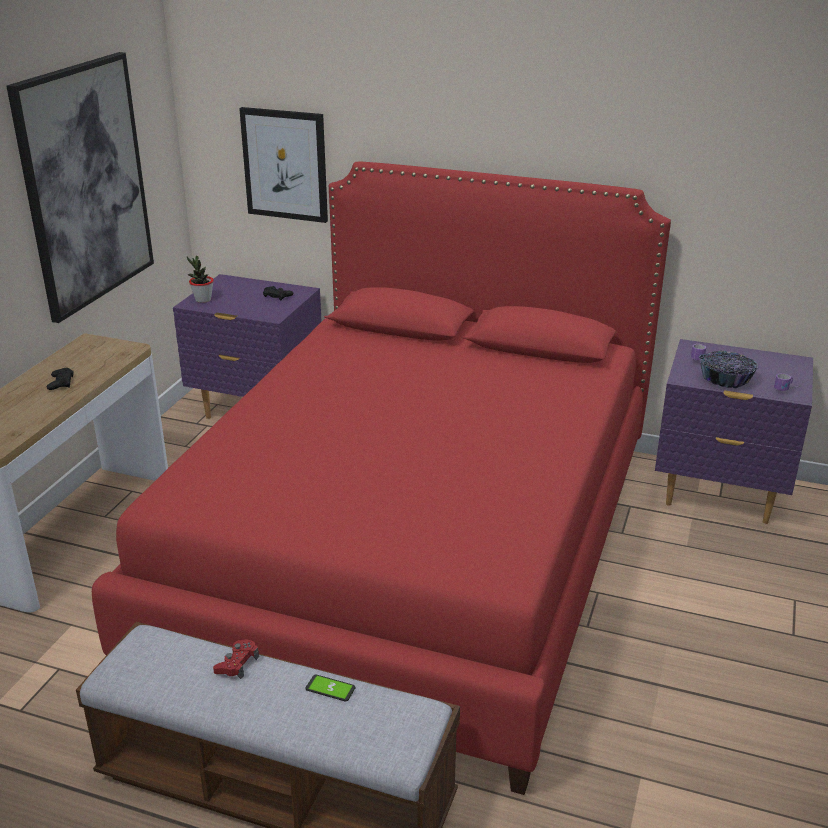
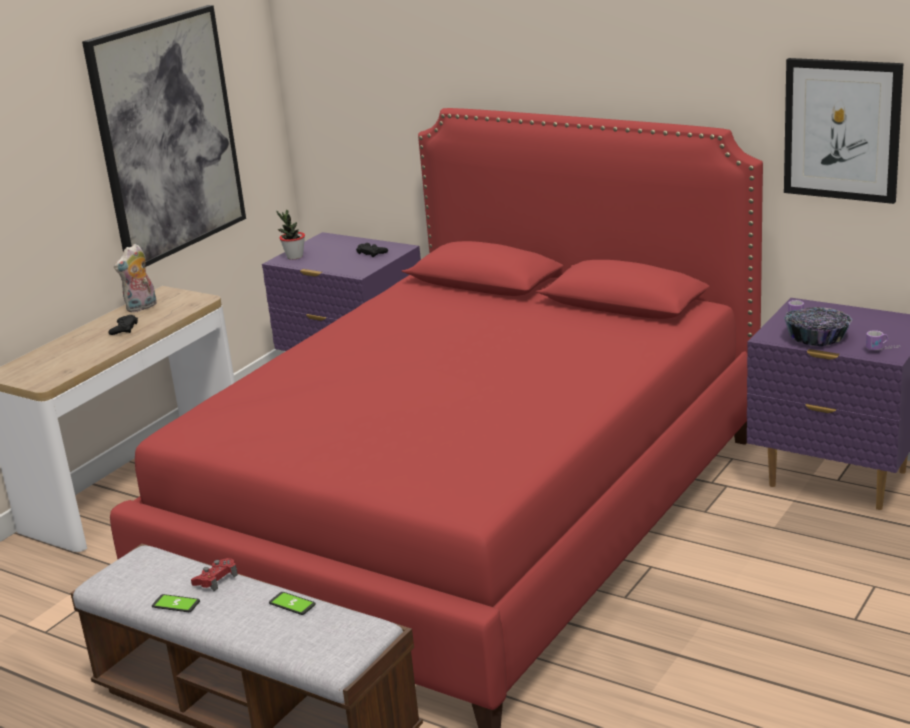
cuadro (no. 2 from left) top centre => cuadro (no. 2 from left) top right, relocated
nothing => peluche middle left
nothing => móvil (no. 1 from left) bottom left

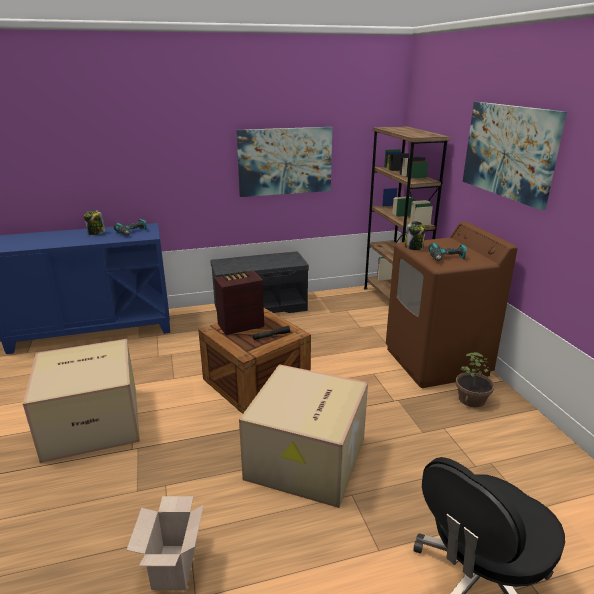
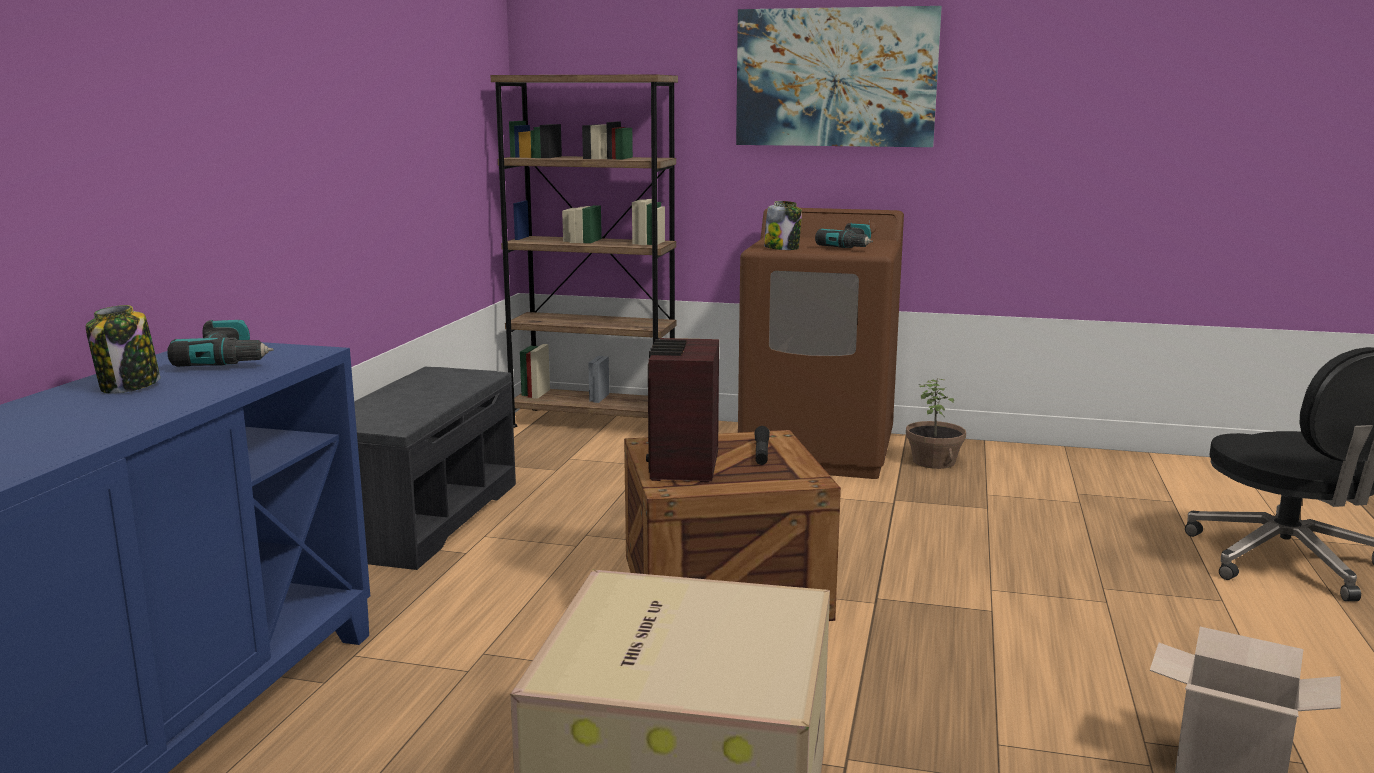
cuadro (no. 1 from left) top centre => nothing
caja de cartón (no. 3 from left) bottom centre => nothing

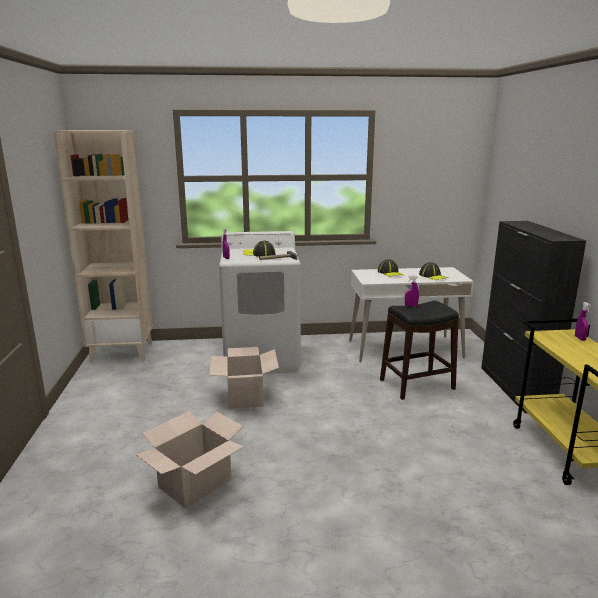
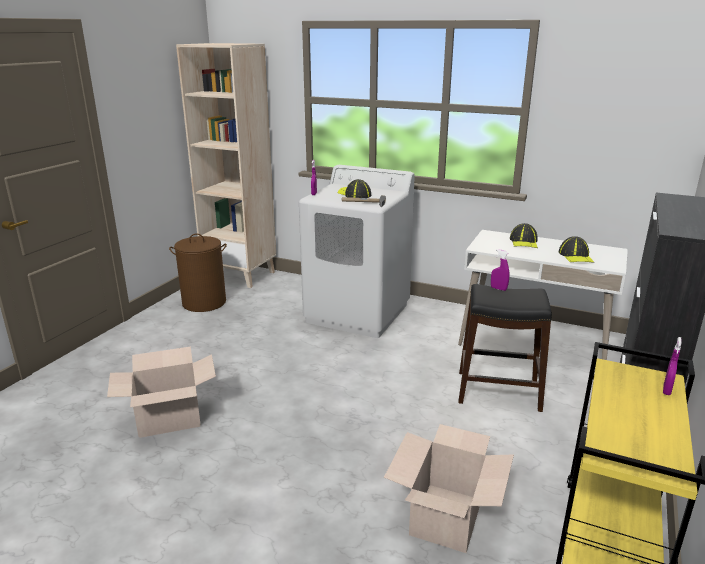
caja de cartón (no. 2 from left) centre => caja de cartón (no. 2 from left) bottom centre, relocated
nothing => cesto de la ropa/marrón middle left

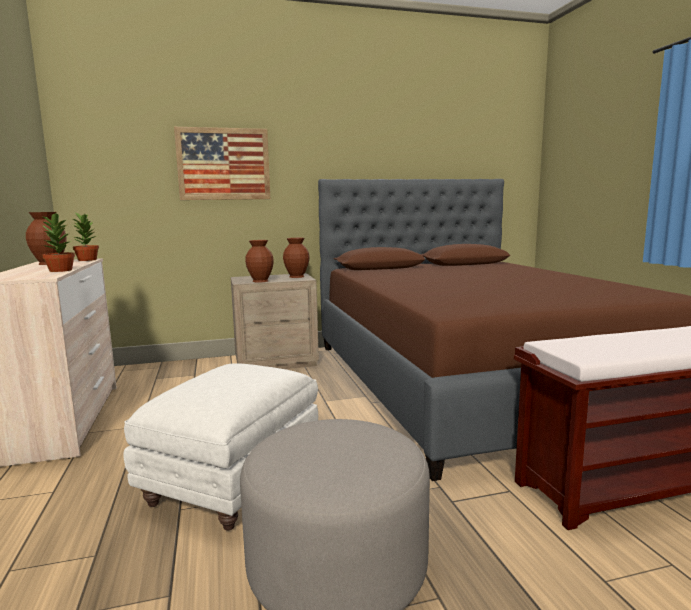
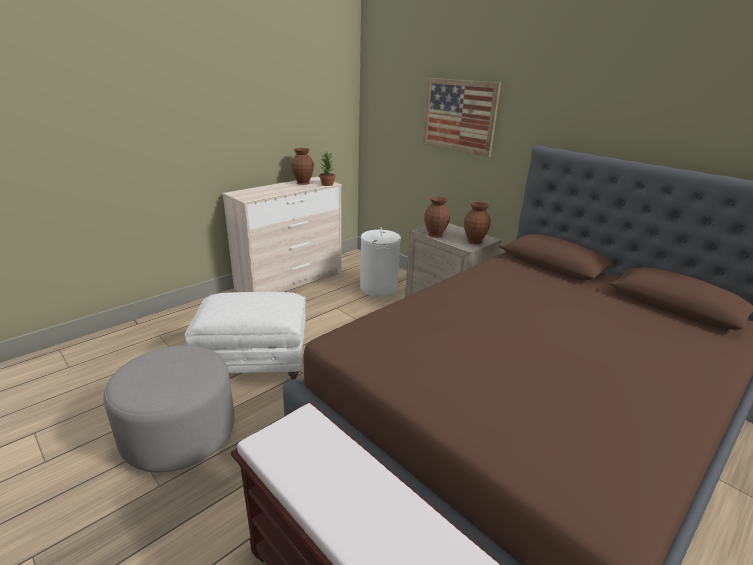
planta en maceta (no. 1 from left) middle left => nothing
nothing => cesto de la ropa/blanco centre

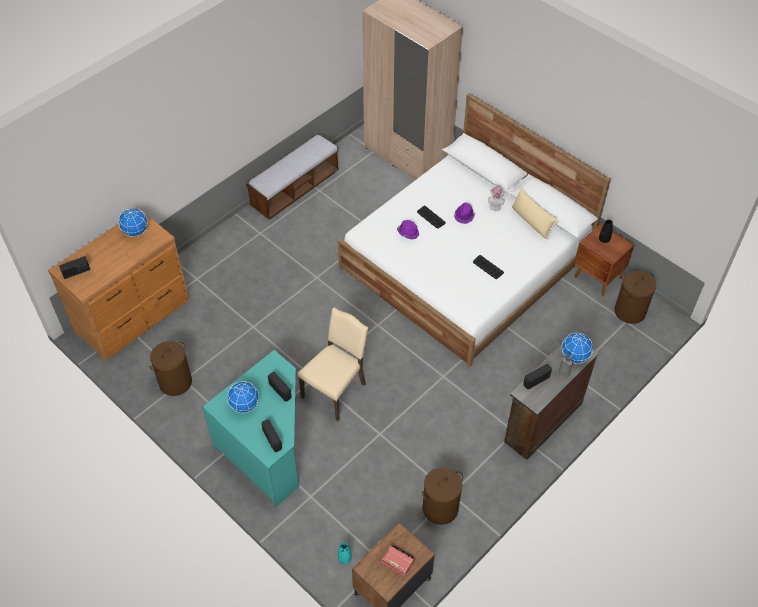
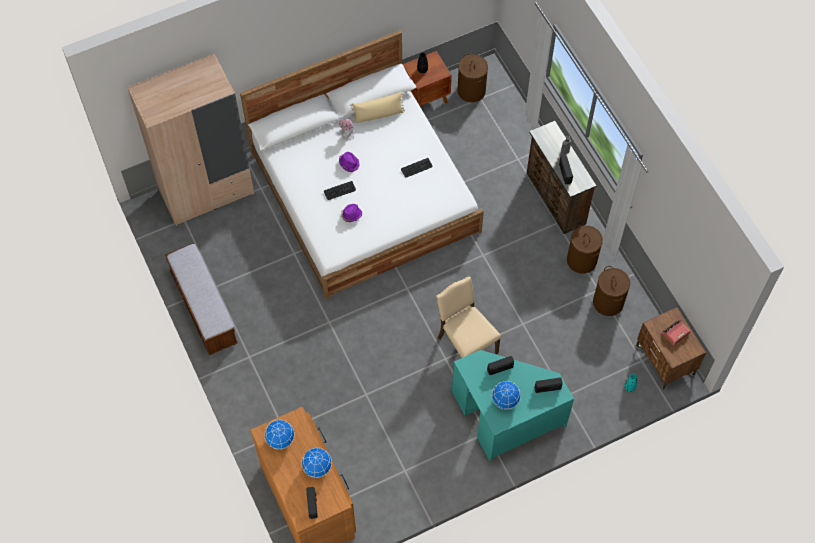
cesto de la ropa/marrón (no. 1 from left in the first image) middle left => cesto de la ropa/marrón (no. 2 from left) middle right, relocated
globo terráqueo (no. 3 from left in the first image) middle right => globo terráqueo (no. 2 from left) bottom centre, relocated

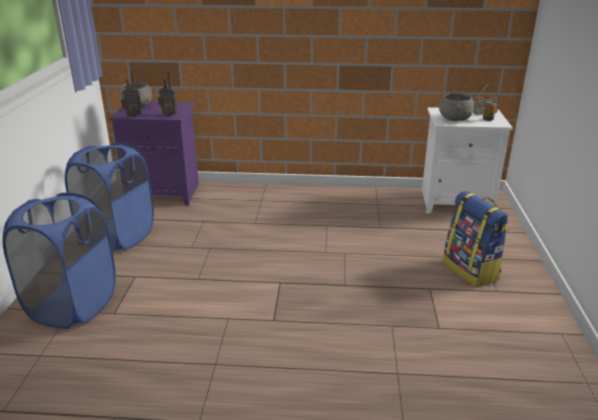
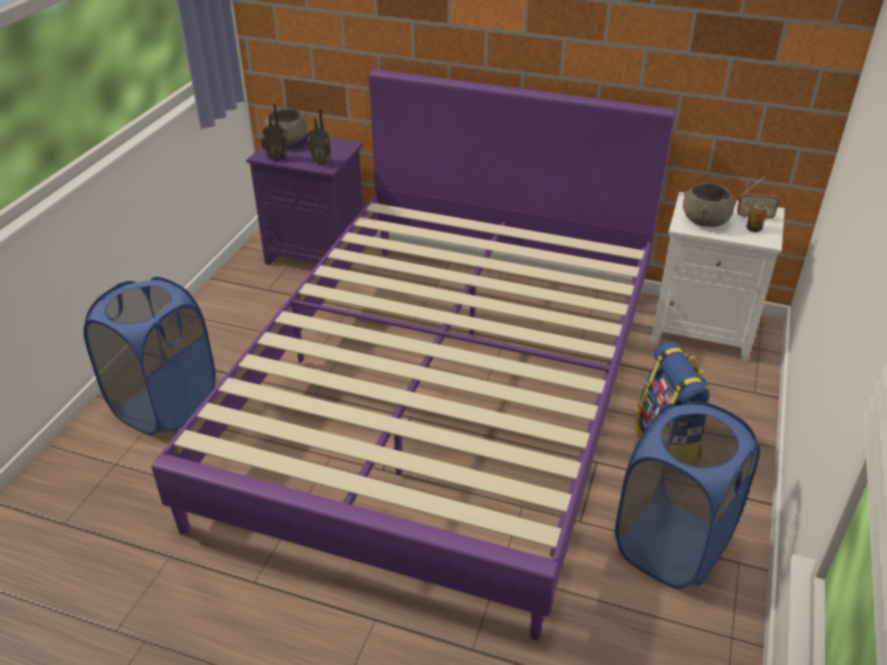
cesto de la ropa/azul (no. 2 from left) middle left => cesto de la ropa/azul (no. 2 from left) bottom right, relocated
nothing => cama/morado centre

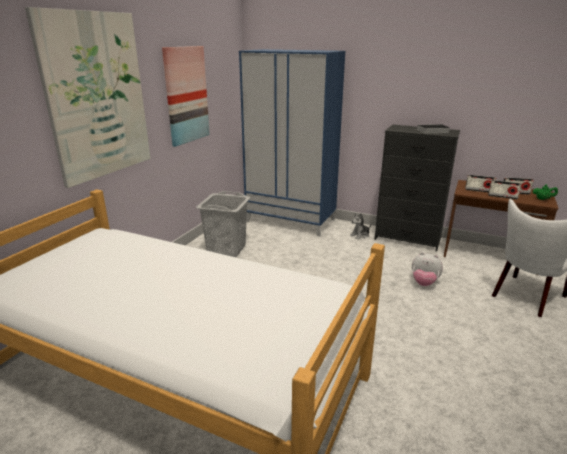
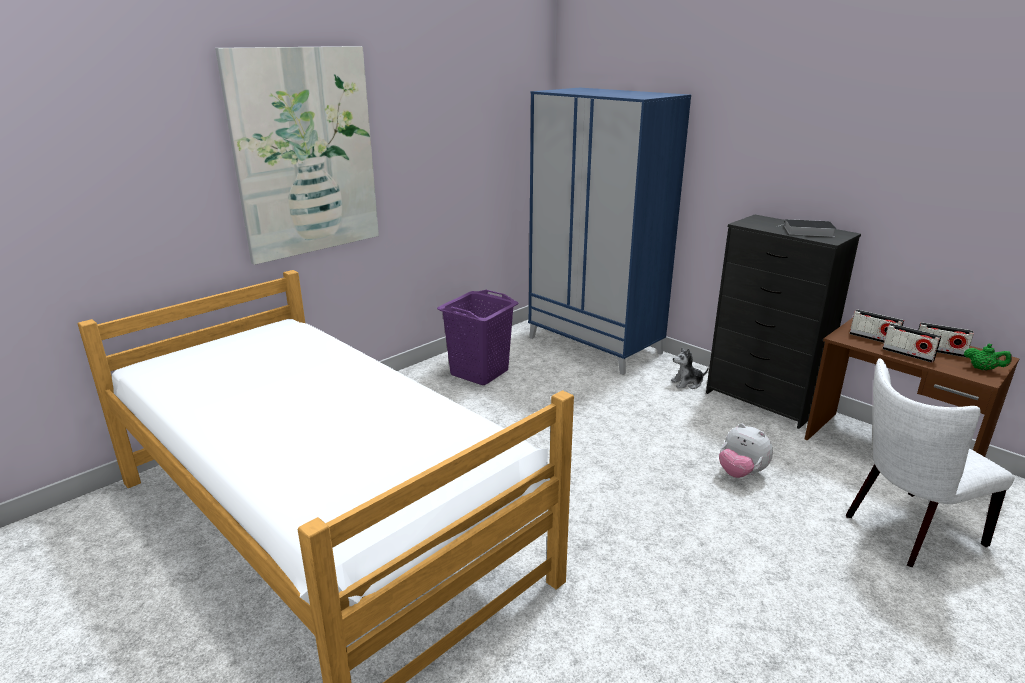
cuadro (no. 2 from left) top left => nothing
cesto de la ropa/gris centre => cesto de la ropa/morado centre

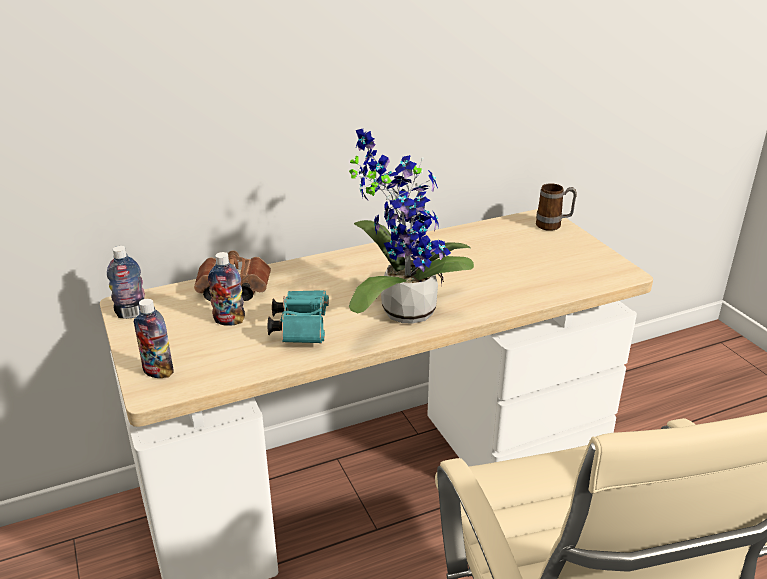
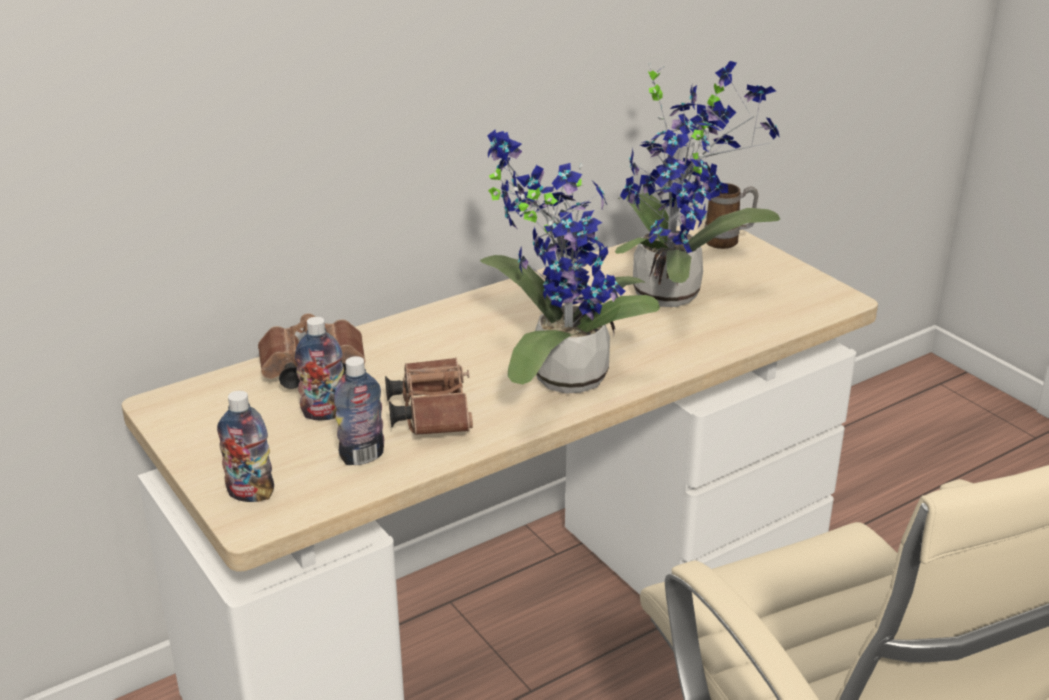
botella (no. 1 from left in the first image) middle left => botella (no. 3 from left) centre, relocated
prismáticos/turquesa centre => prismáticos/marrón (no. 2 from left) centre
nothing => planta en maceta (no. 2 from left) top centre

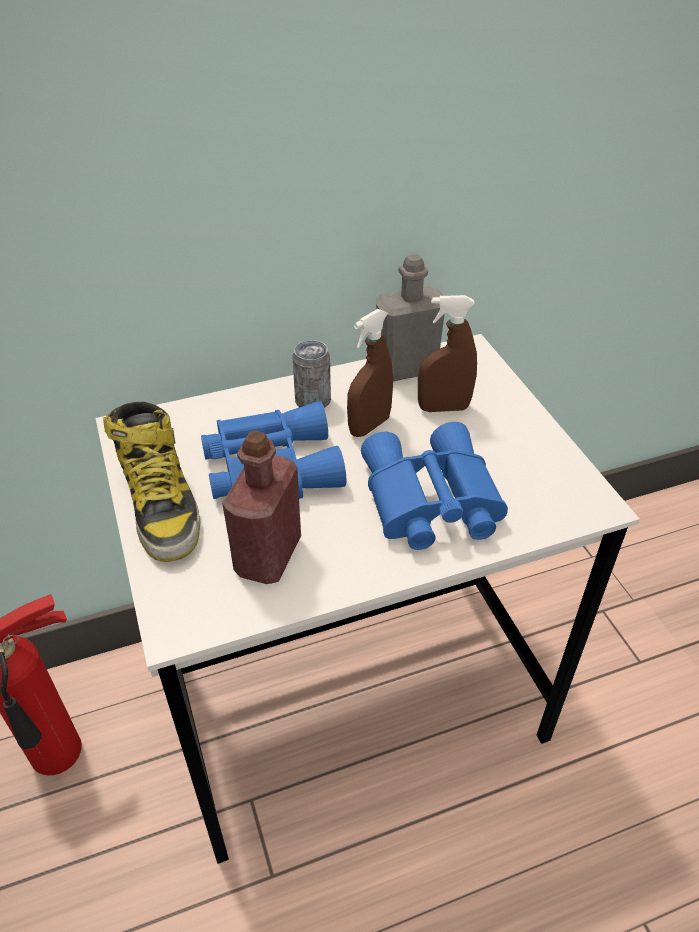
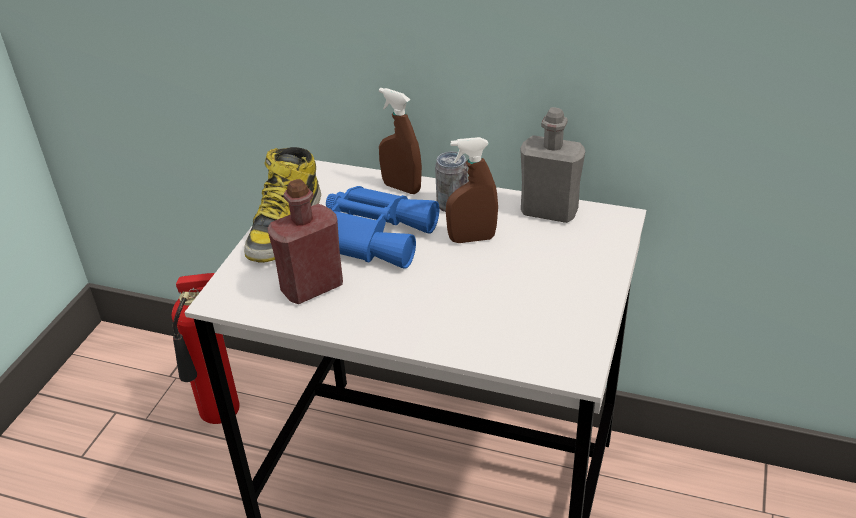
prismáticos/azul (no. 2 from left) centre => nothing
pulverizador/marrón (no. 2 from left in the first image) centre => pulverizador/marrón (no. 1 from left) top centre, relocated

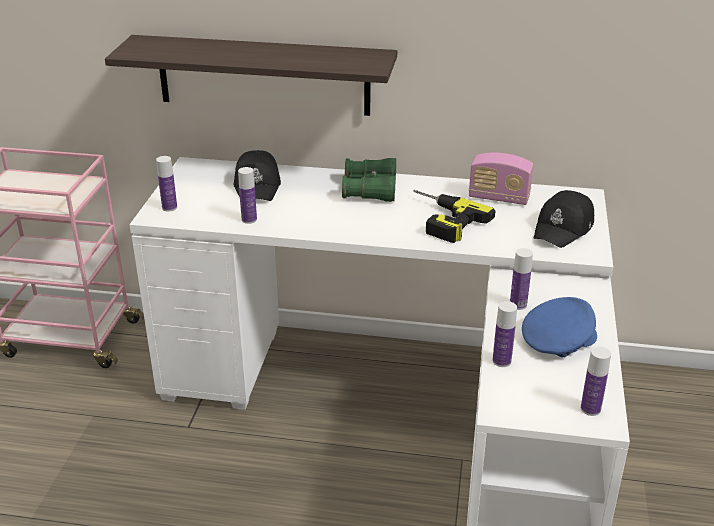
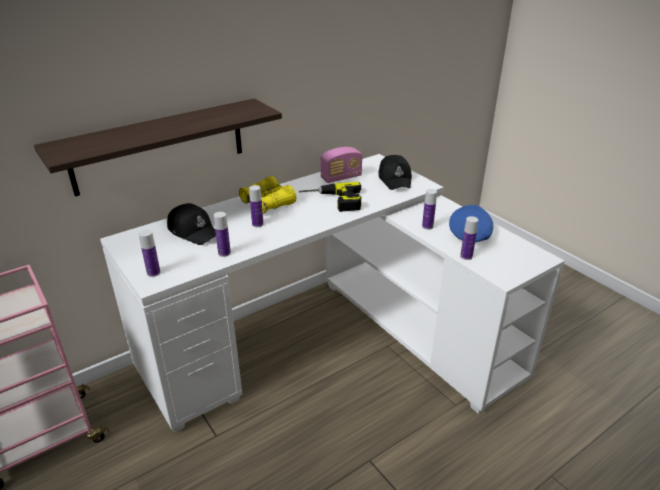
prismáticos/verde centre => prismáticos/amarillo centre
botella (no. 5 from left in the first image) bottom right => botella (no. 3 from left) centre, relocated

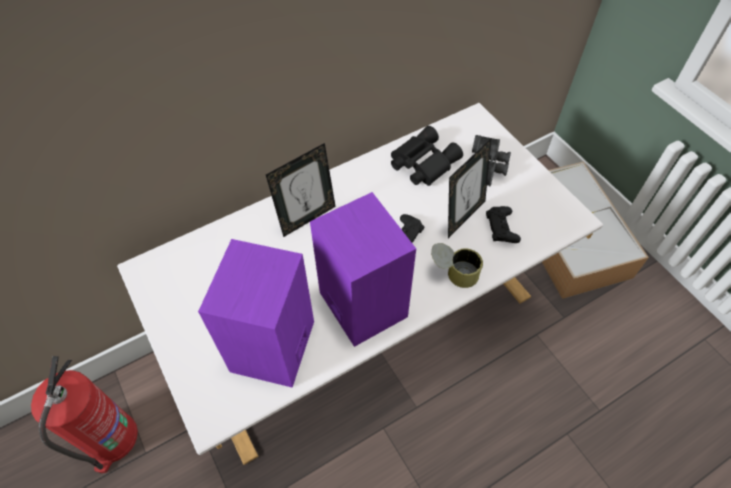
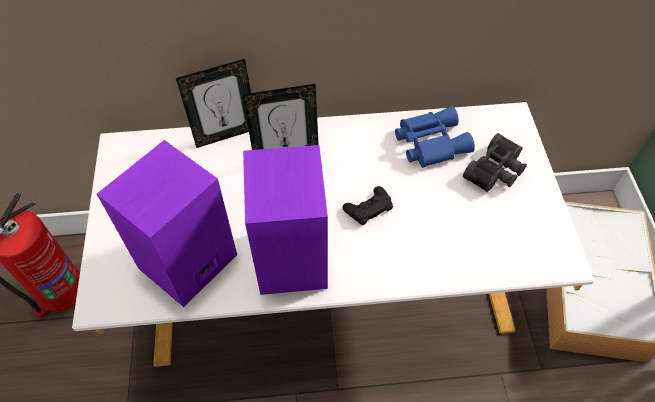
prismáticos/negro (no. 1 from left) top centre => prismáticos/azul centre
lata centre => nothing
portarretratos (no. 2 from left in the first image) centre => portarretratos (no. 1 from left) top left, relocated
mando de consola/negro (no. 2 from left) middle right => nothing

